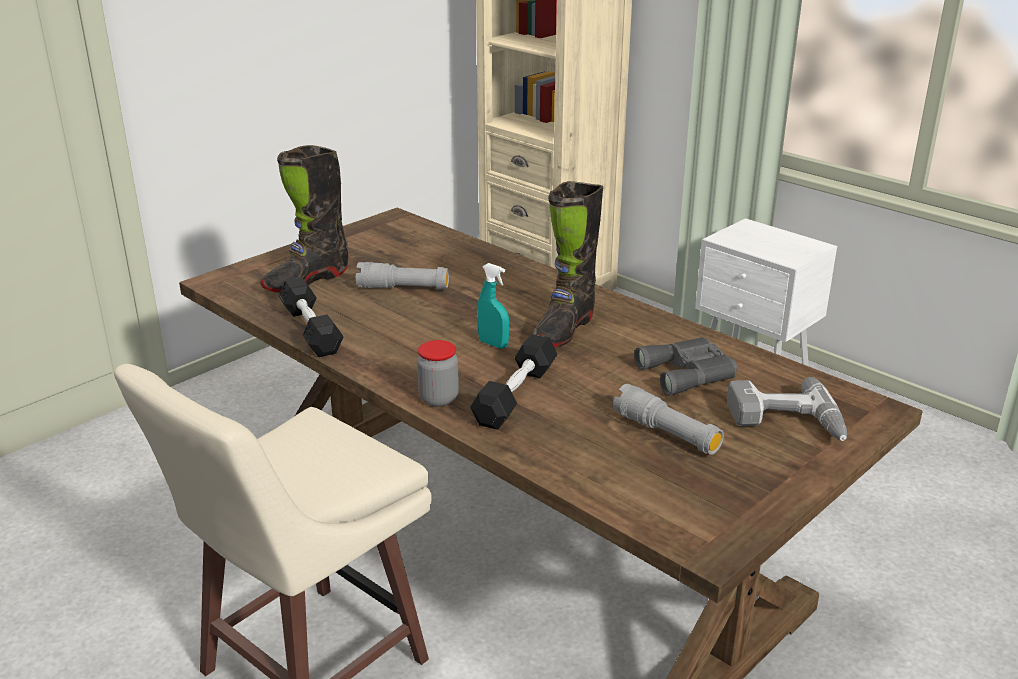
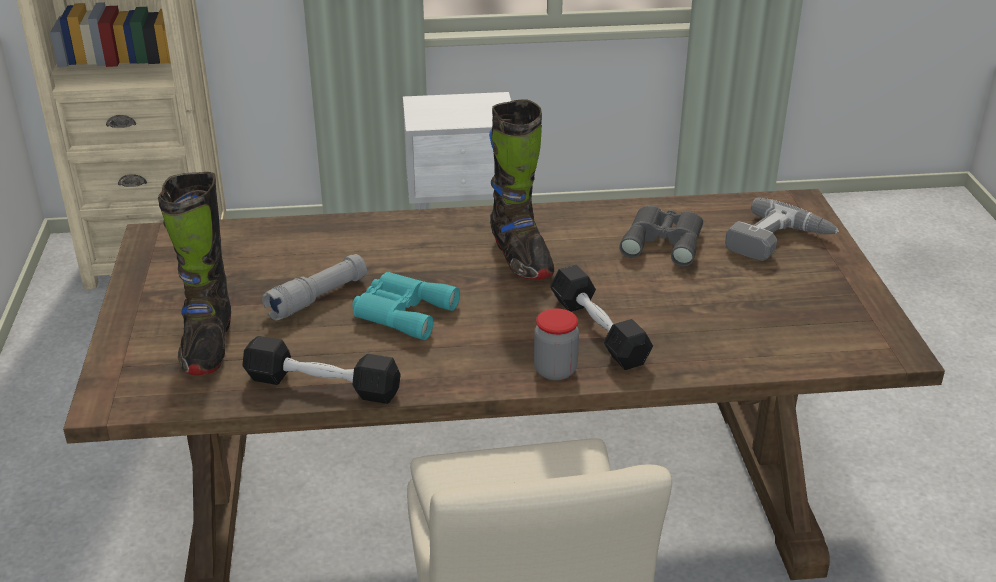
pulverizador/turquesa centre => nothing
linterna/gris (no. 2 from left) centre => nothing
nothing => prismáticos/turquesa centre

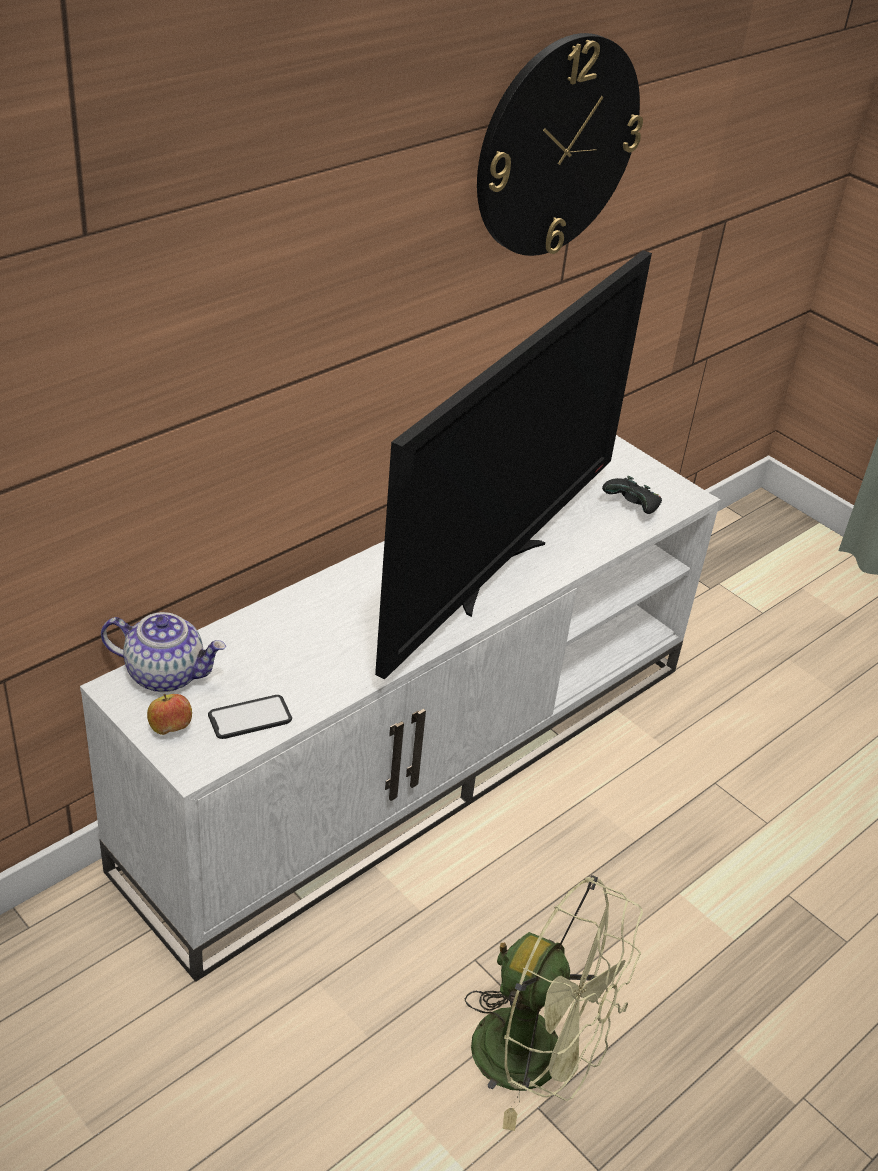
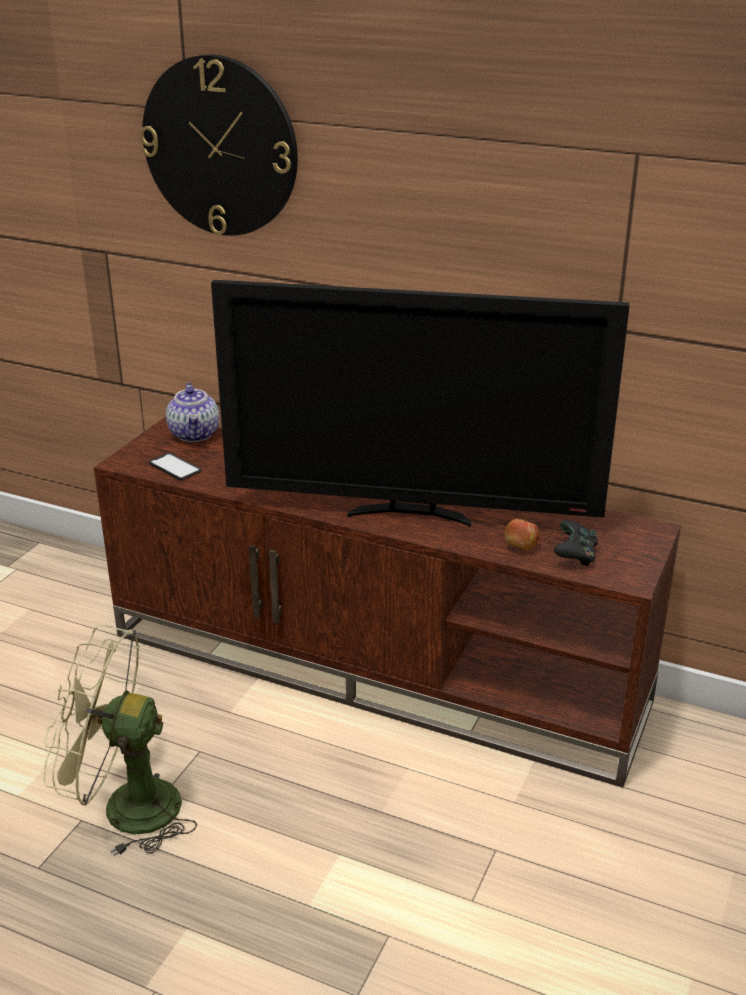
mueble de televisión/blanco centre => mueble de televisión/marrón centre
manzana middle left => manzana middle right, relocated
ventilador/verde bottom centre => ventilador/verde bottom left, 90 degrees clockwise
reloj de pared top centre => reloj de pared top left, relocated

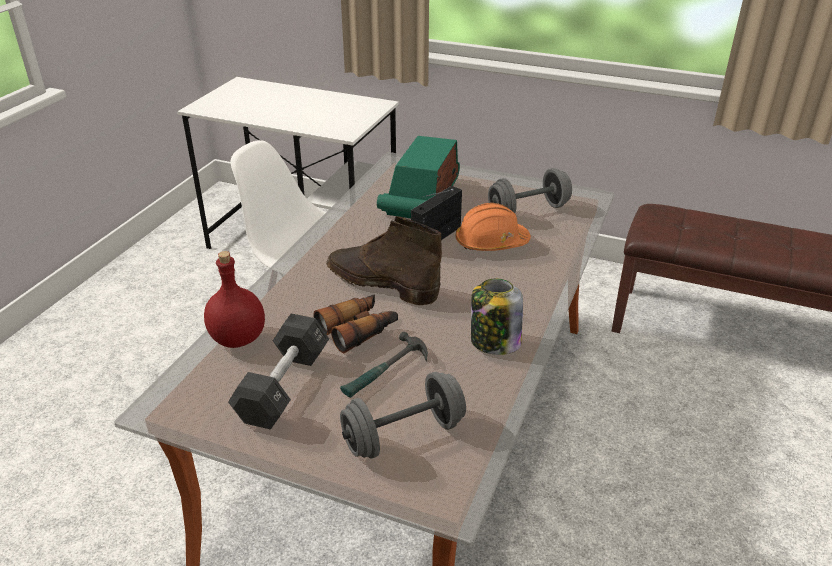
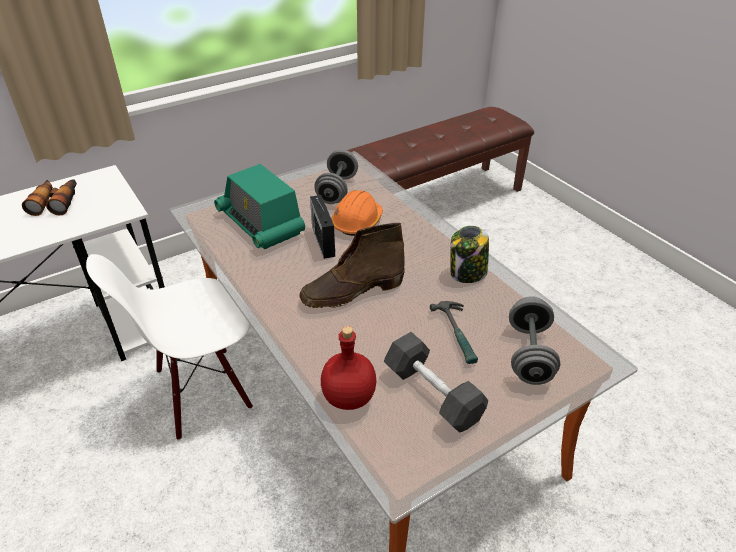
prismáticos centre => prismáticos middle left, relocated

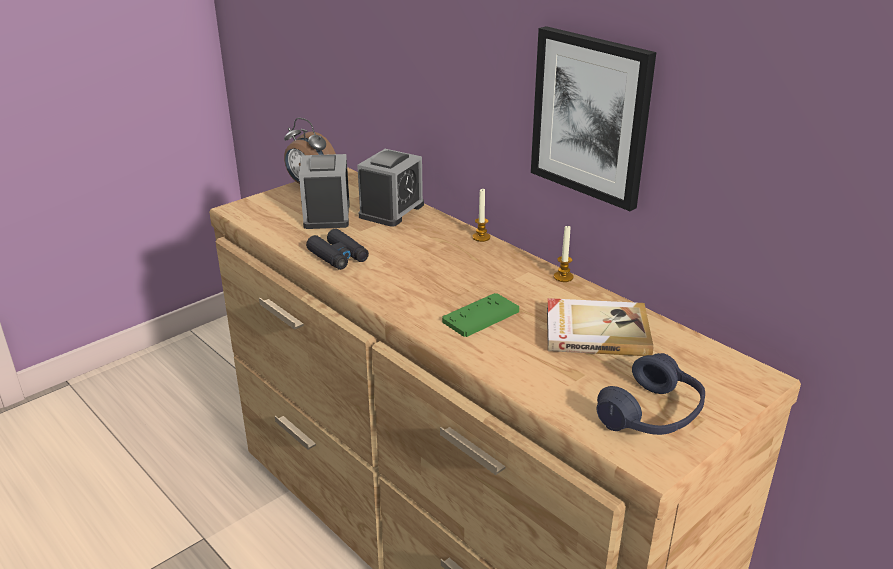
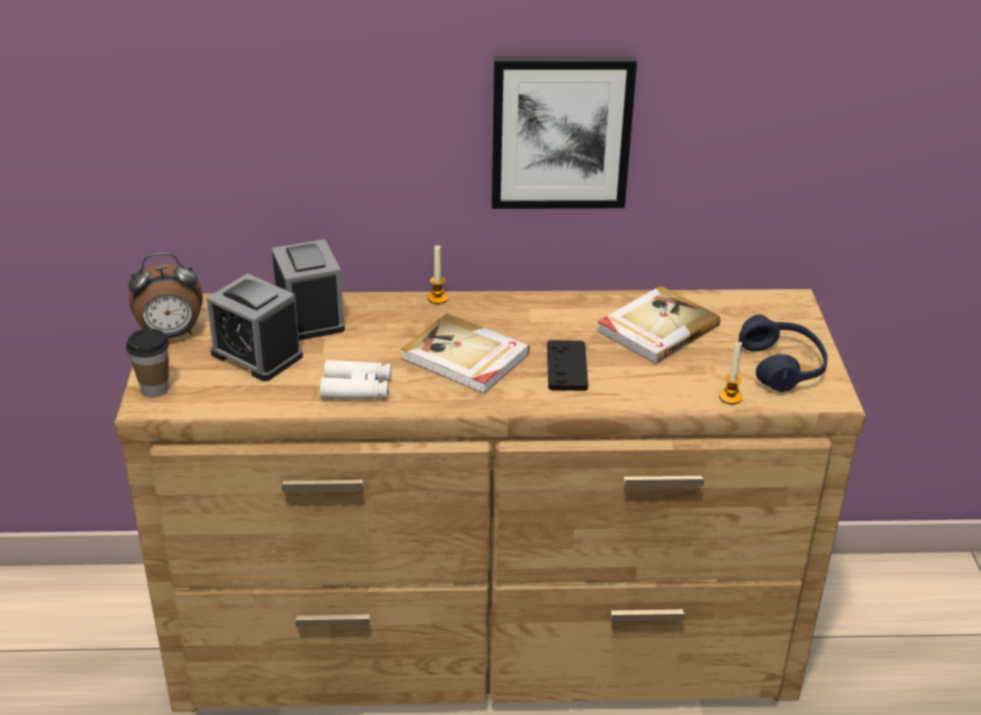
prismáticos/negro centre => prismáticos/blanco centre
mando de consola/verde centre => mando de consola/negro centre
vela (no. 2 from left) centre => vela (no. 2 from left) middle right, relocated
nothing => taza middle left
nothing => libro (no. 1 from left) centre

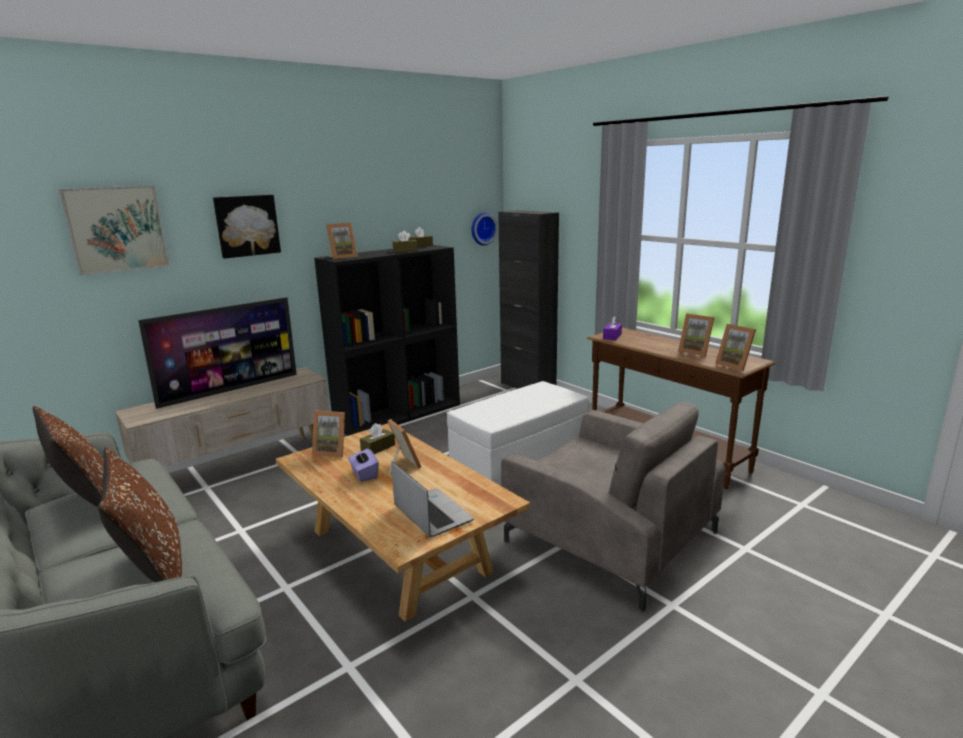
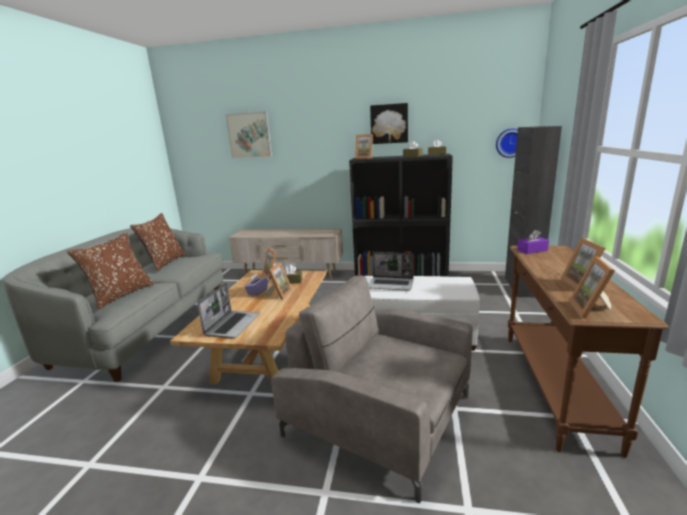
televisor middle left => nothing
cuadro (no. 2 from left) top left => cuadro (no. 2 from left) top centre, relocated
sillón/gris bottom centre, 120 degrees clockwise
nothing => portátil (no. 2 from left) centre

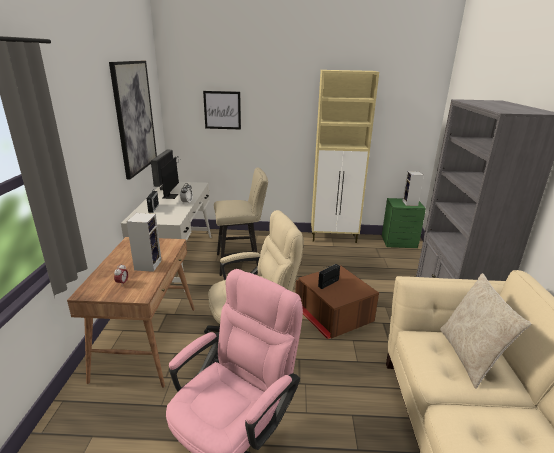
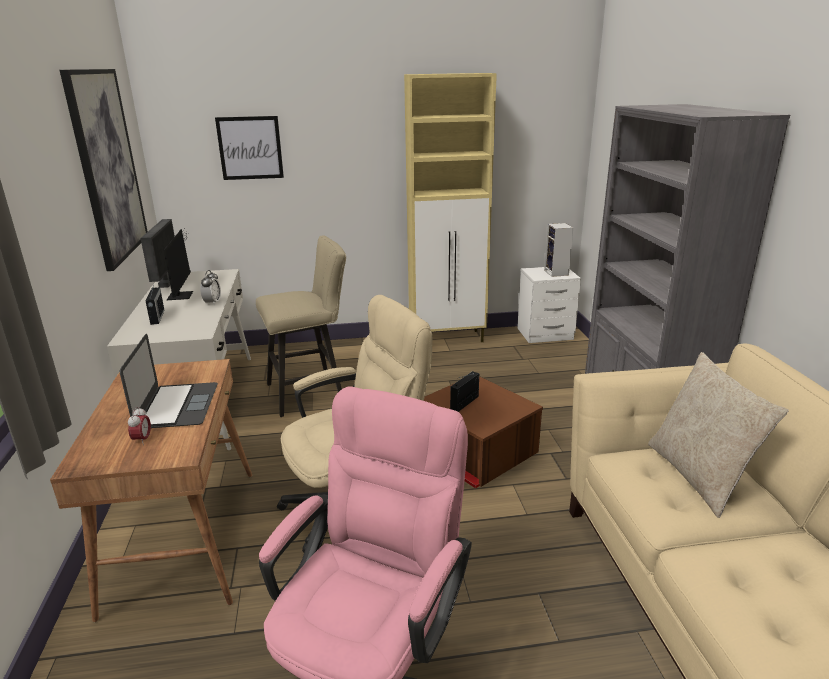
altavoz (no. 1 from left) middle left => portátil middle left
mesita de noche/verde middle right => mesita de noche/blanco centre

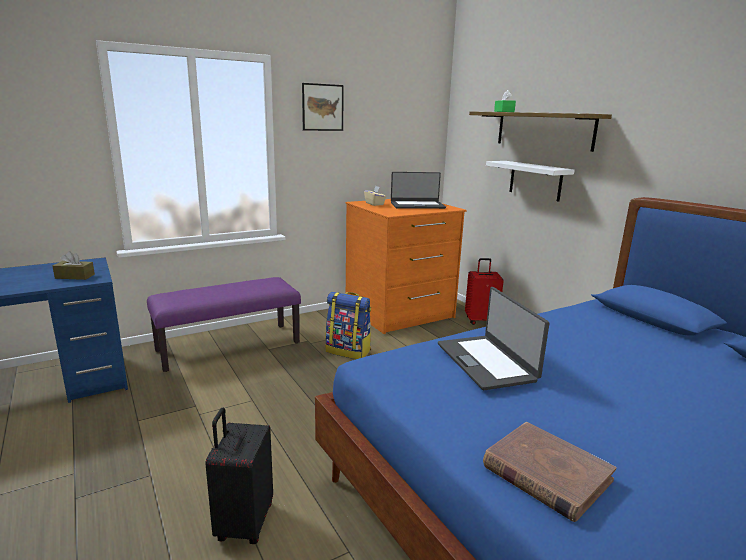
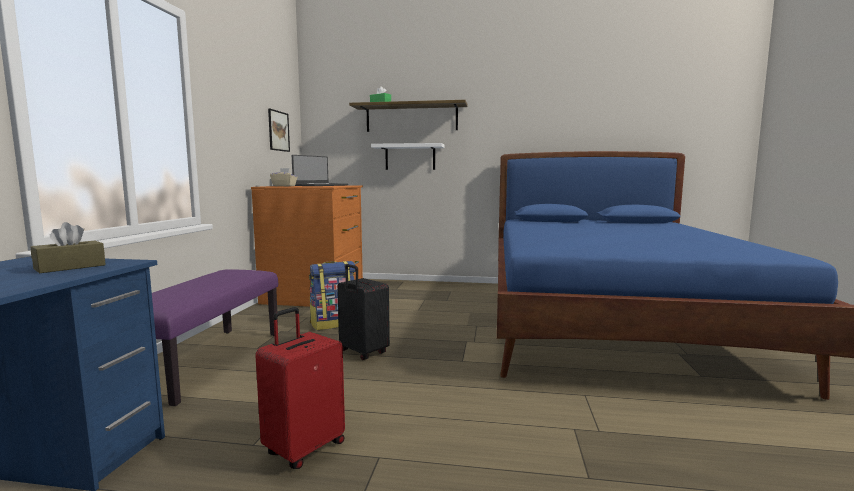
maleta/negro bottom left => maleta/negro centre, relocated
cuadro top centre => cuadro top left, relocated
portátil (no. 2 from left) centre => nothing
maleta/rojo centre => maleta/rojo bottom centre, relocated
libro/marrón bottom right => nothing

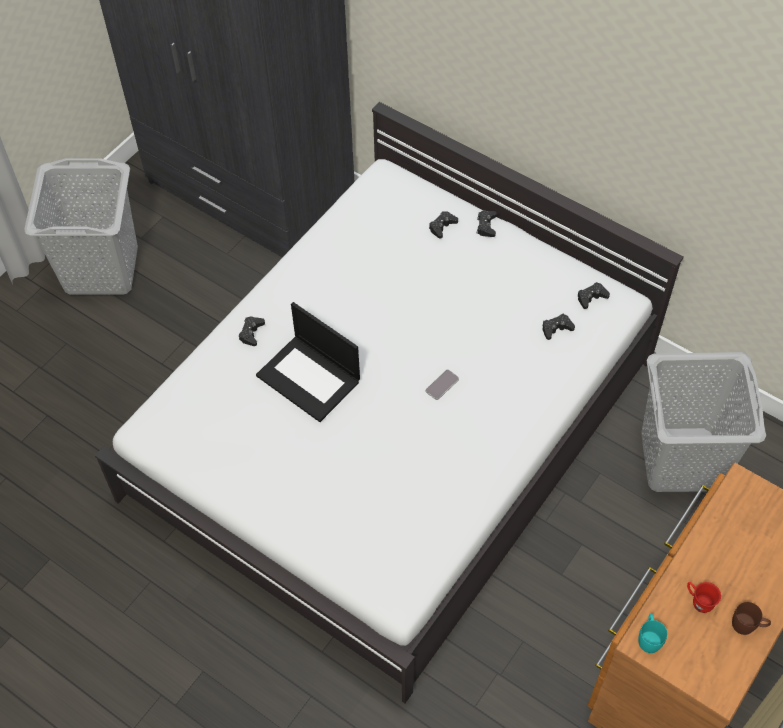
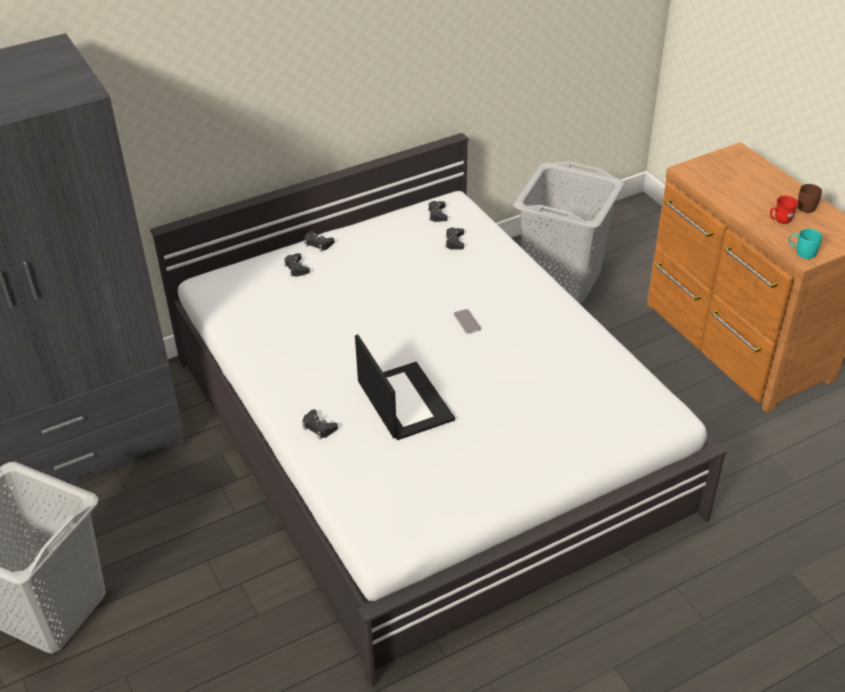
portátil centre, 90 degrees counterclockwise

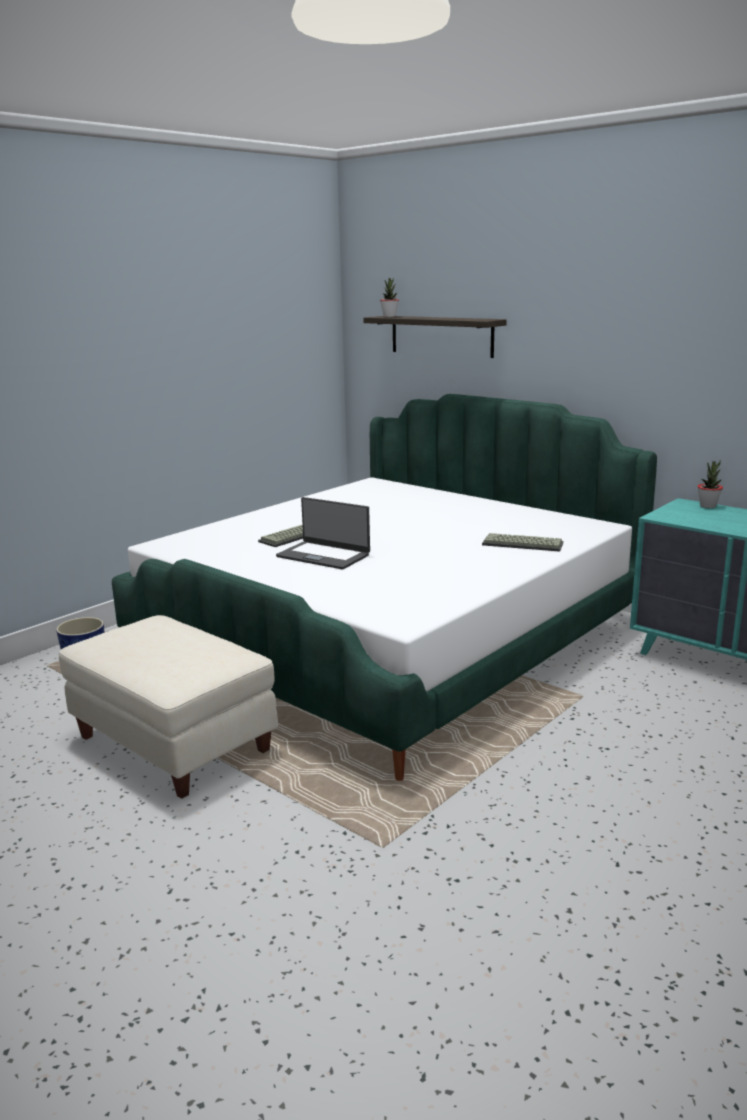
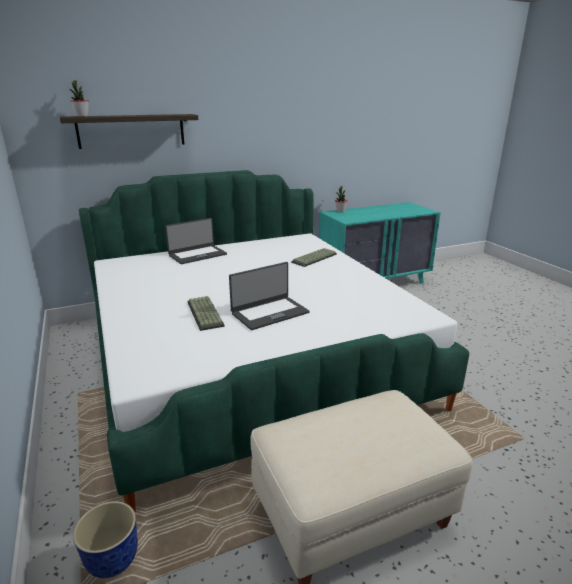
nothing => portátil (no. 1 from left) centre

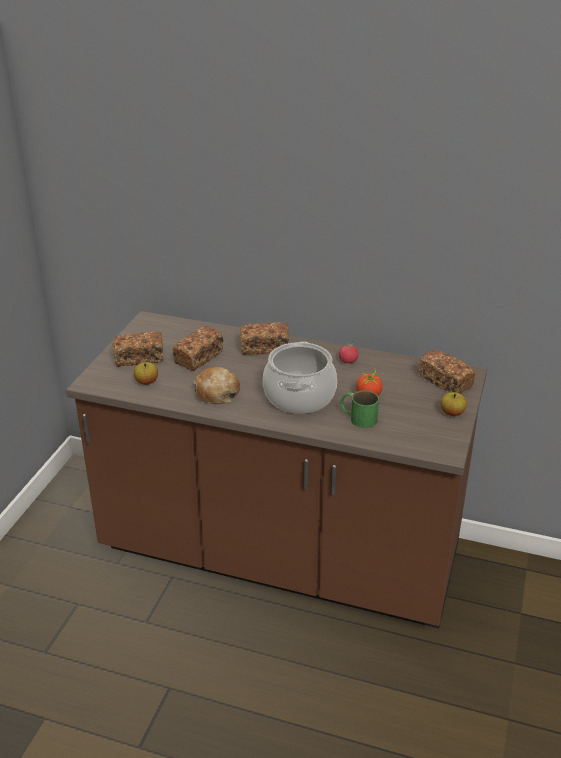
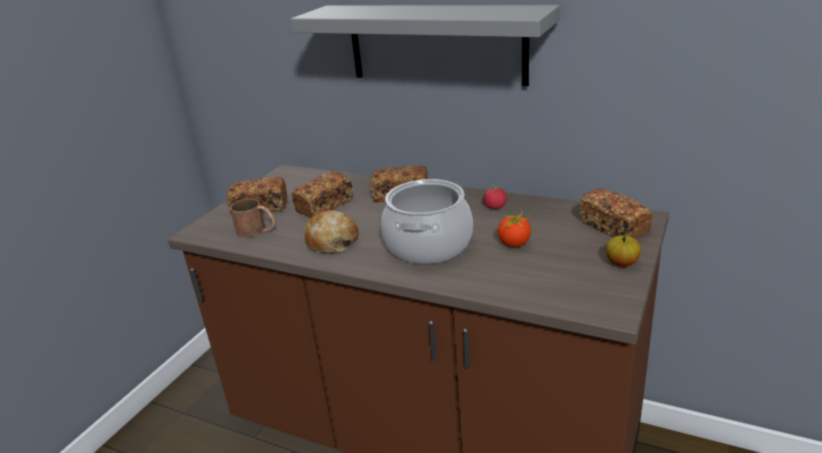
manzana (no. 1 from left) middle left => taza grande/marrón middle left
taza grande/verde centre => nothing
nothing => estante/gris top centre

